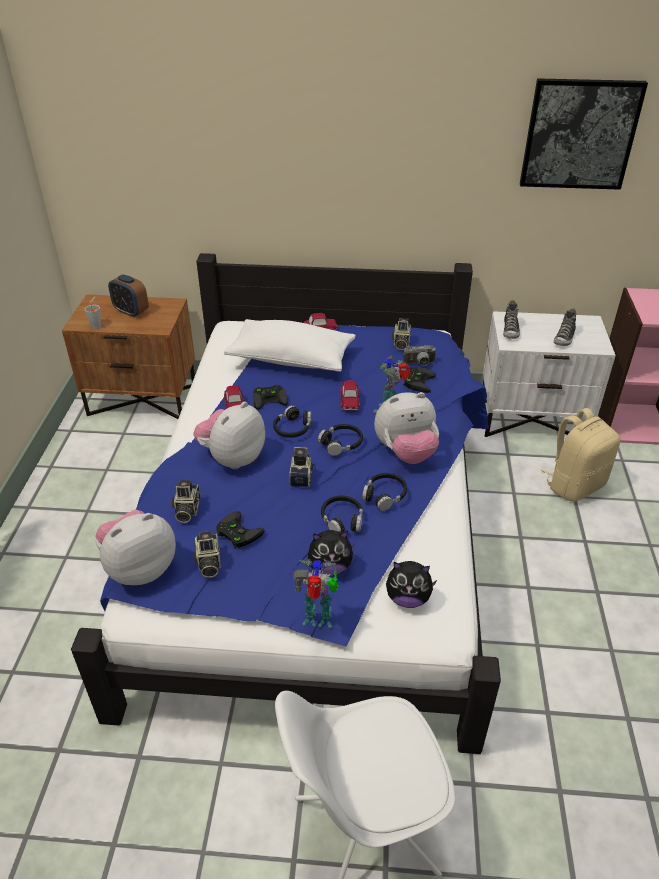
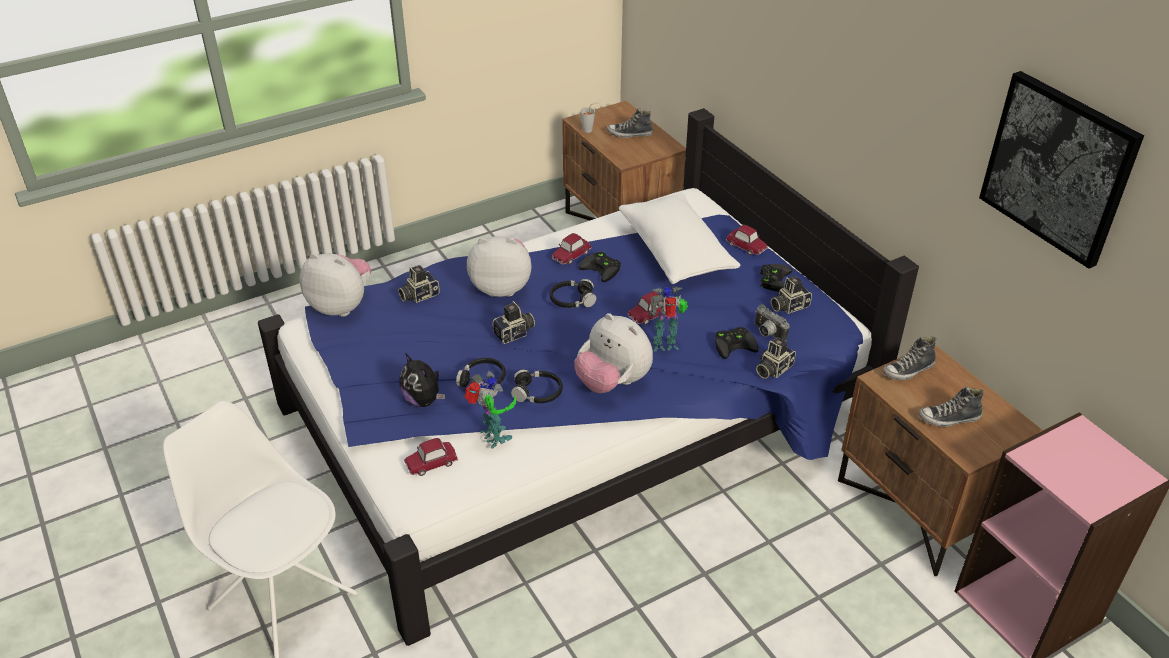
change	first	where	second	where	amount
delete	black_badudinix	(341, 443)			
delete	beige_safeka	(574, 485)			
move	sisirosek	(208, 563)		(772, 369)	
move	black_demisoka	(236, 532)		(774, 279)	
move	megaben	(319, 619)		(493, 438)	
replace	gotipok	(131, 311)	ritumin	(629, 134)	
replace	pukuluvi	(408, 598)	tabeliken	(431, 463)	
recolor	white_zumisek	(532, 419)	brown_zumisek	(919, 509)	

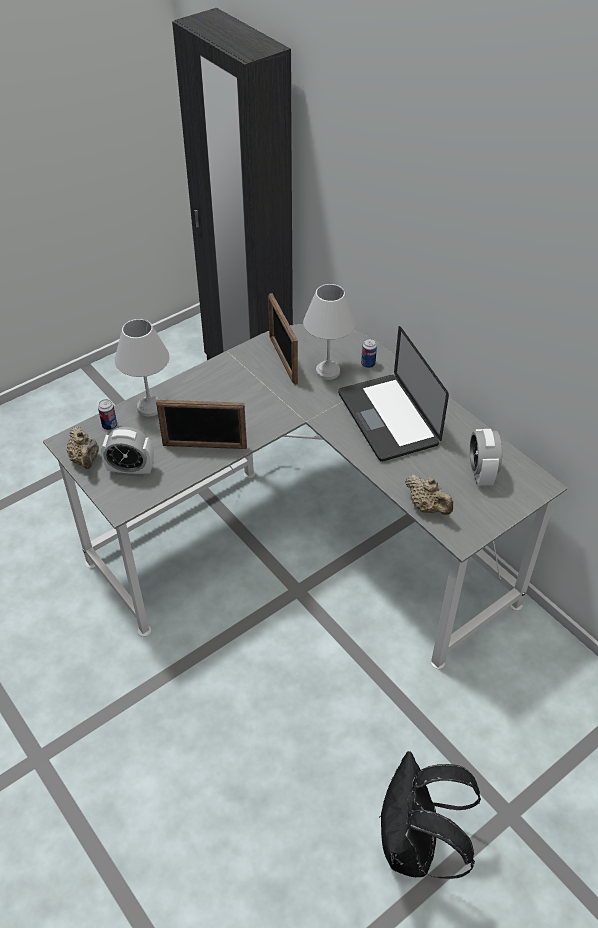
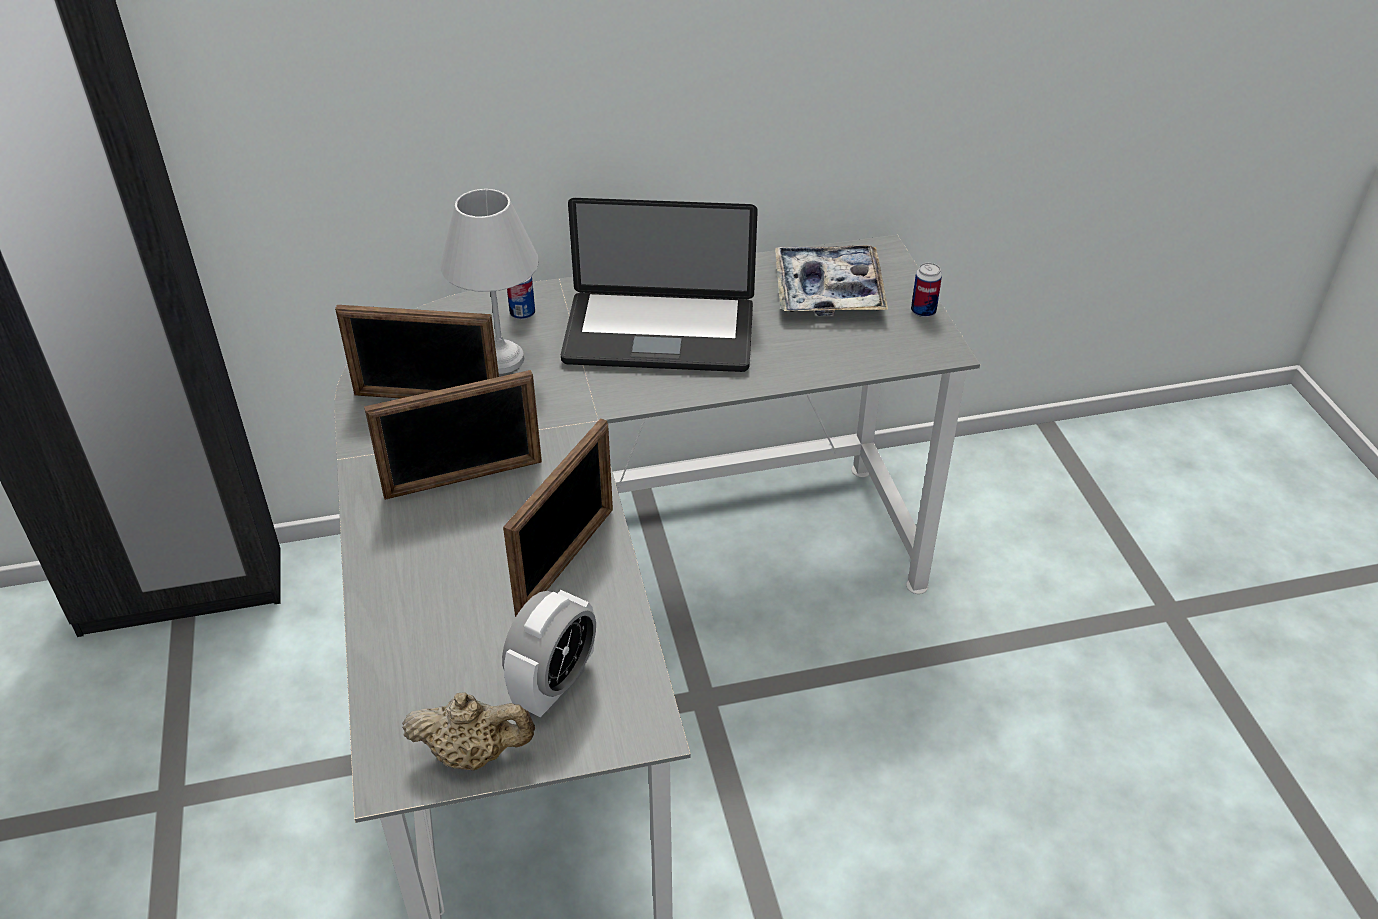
change	first	where	second	where	amount
delete	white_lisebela	(150, 408)			
delete	black_safeka	(415, 847)			
delete	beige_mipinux	(427, 507)			
insert			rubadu	(464, 479)	
move	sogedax	(109, 425)		(923, 311)	
replace	gotipok	(481, 473)	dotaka	(828, 290)	

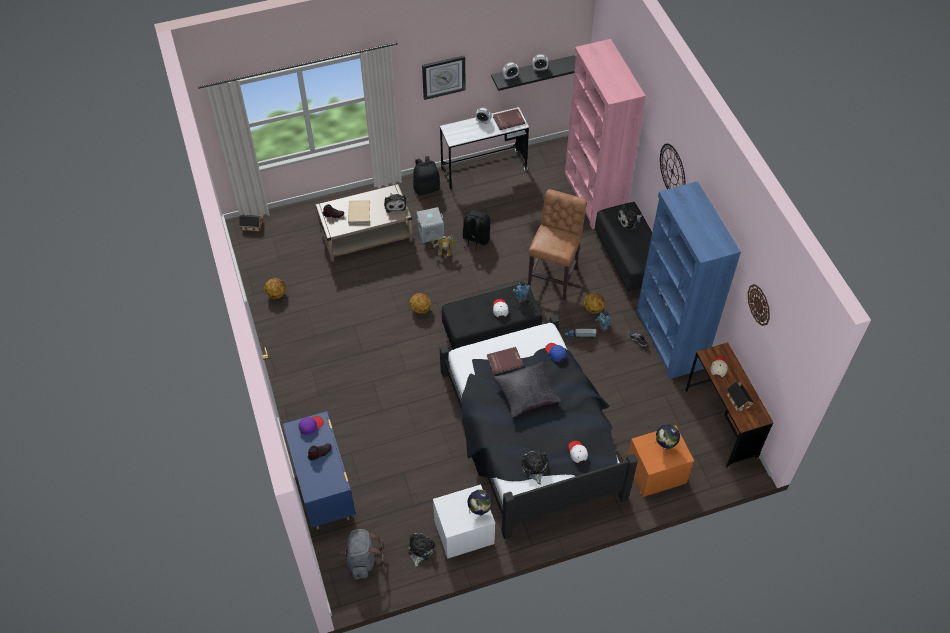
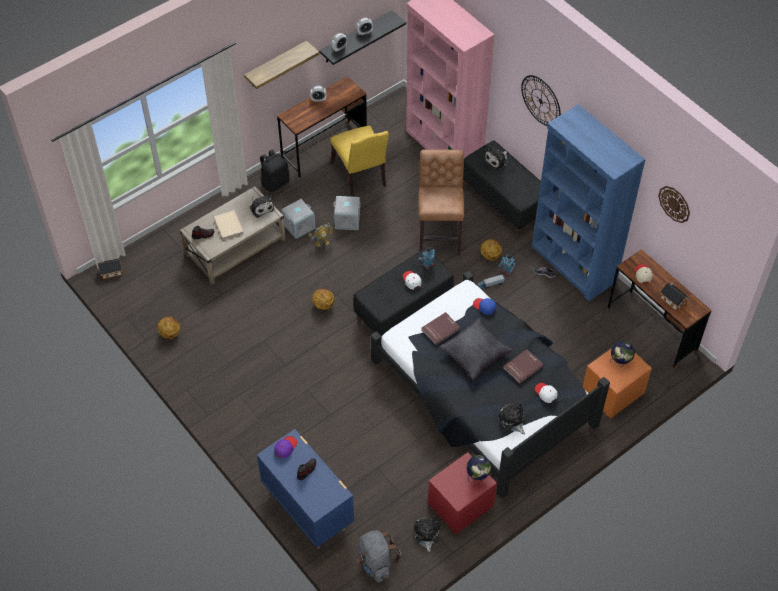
change	first	where	second	where	amount
insert			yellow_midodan	(361, 176)	
move	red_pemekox	(508, 120)		(522, 366)	
replace	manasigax	(443, 77)	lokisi	(276, 65)	
replace	black_safeka	(475, 239)	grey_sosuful	(347, 220)	
recolor	white_zumisek	(463, 533)	red_zumisek	(460, 505)	
recolor	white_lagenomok	(484, 169)	brown_lagenomok	(324, 148)	

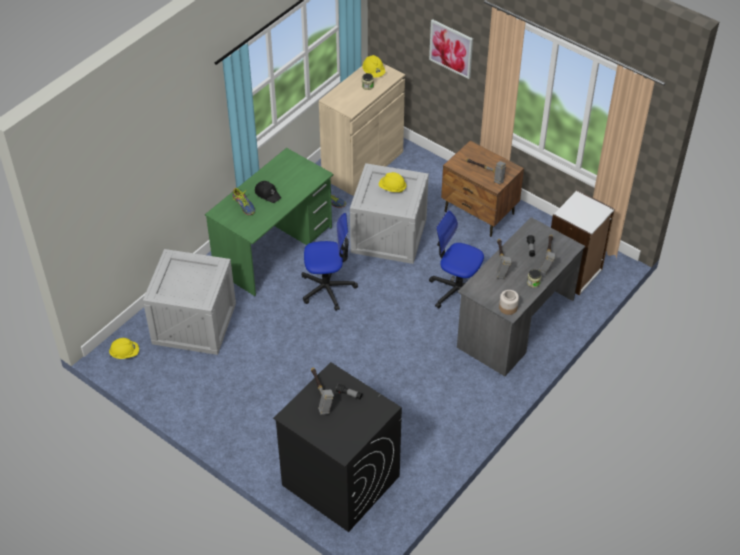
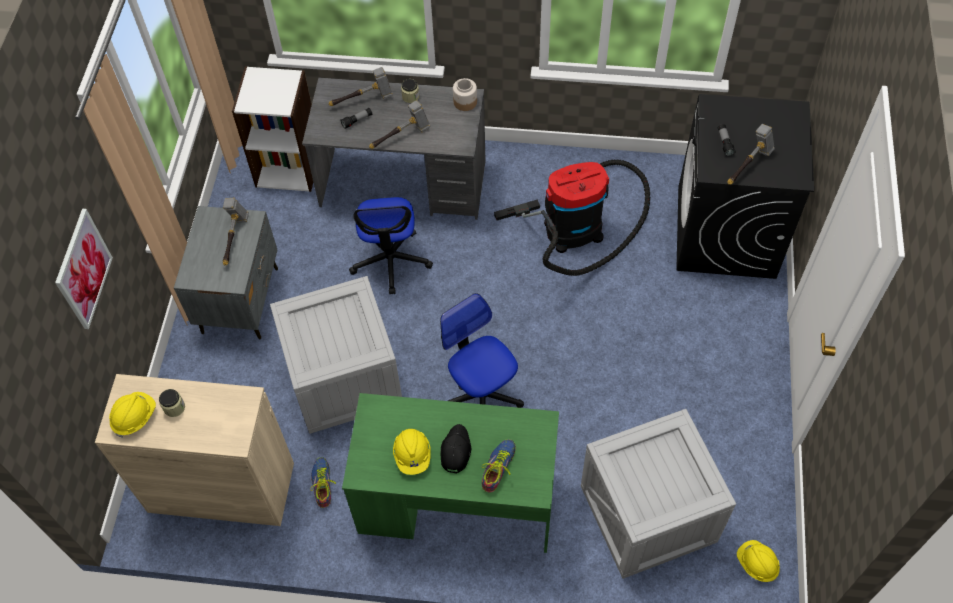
change	first	where	second	where	amount
insert			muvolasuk	(579, 227)	
move	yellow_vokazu	(392, 188)		(412, 455)	
recolor	brown_zumisek	(479, 213)	grey_zumisek	(241, 300)	

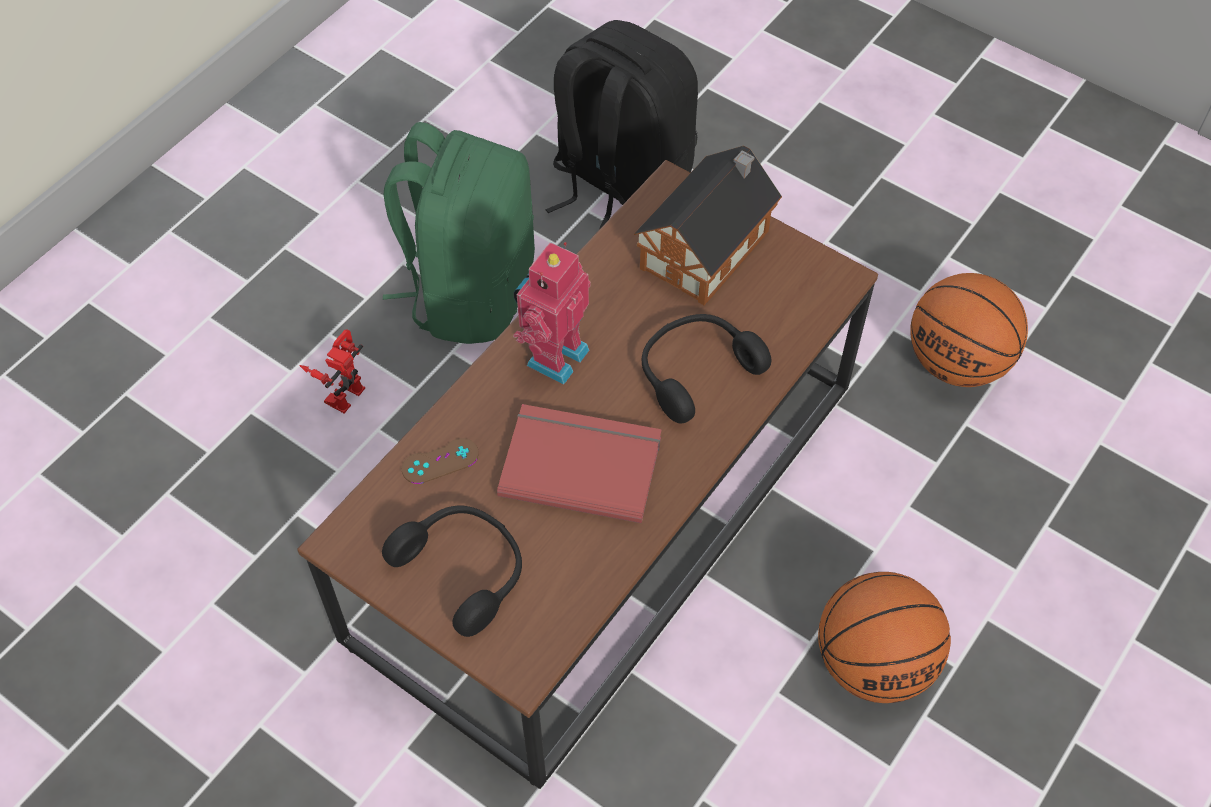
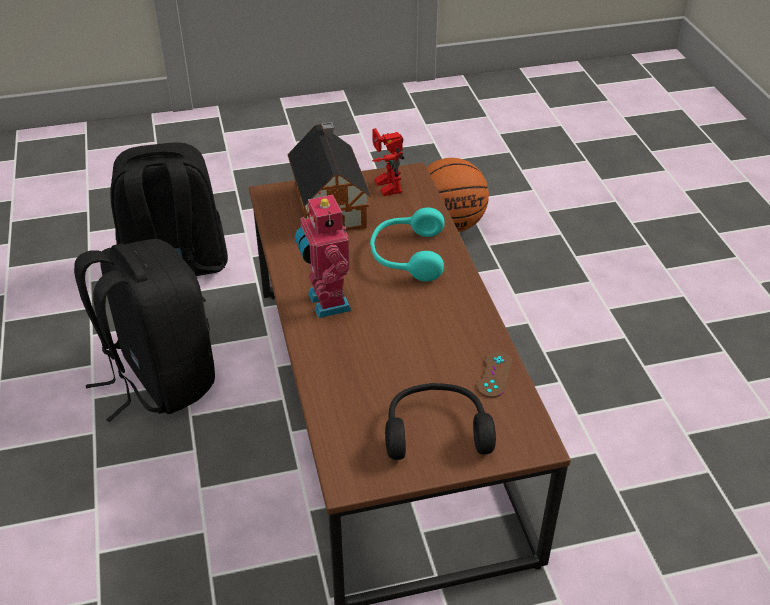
change	first	where	second	where	amount
delete	red_pemekox	(580, 462)			
delete	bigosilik	(873, 662)			
move	megaben	(342, 391)		(383, 186)	
move	brown_demisoka	(440, 461)		(494, 374)	
recolor	green_safeka	(470, 292)	black_safeka	(159, 379)	
recolor	black_badudinix	(695, 371)	turquoise_badudinix	(406, 255)	

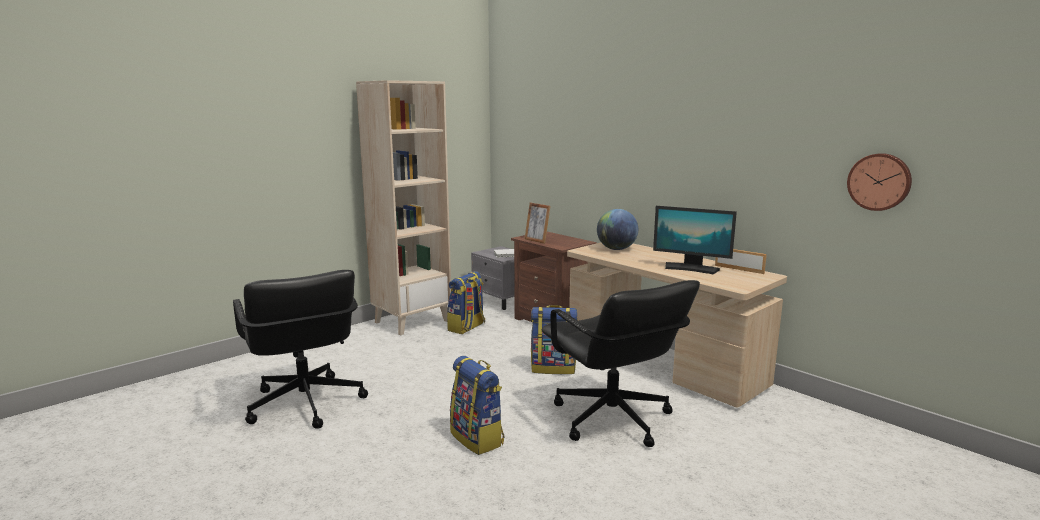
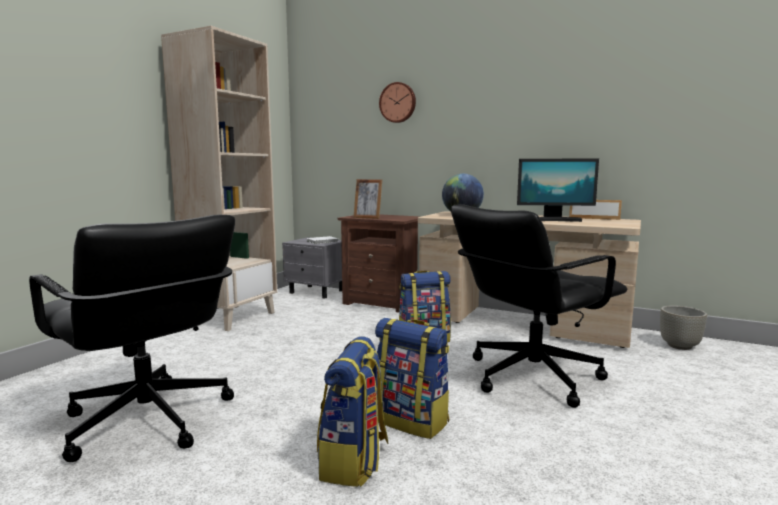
change	first	where	second	where	amount
insert			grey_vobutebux	(680, 346)	
move	safeka	(467, 327)		(354, 461)	
move	manasigax	(879, 181)		(398, 102)	
rotate	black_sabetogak	(611, 419)		(531, 376)	105 degrees clockwise

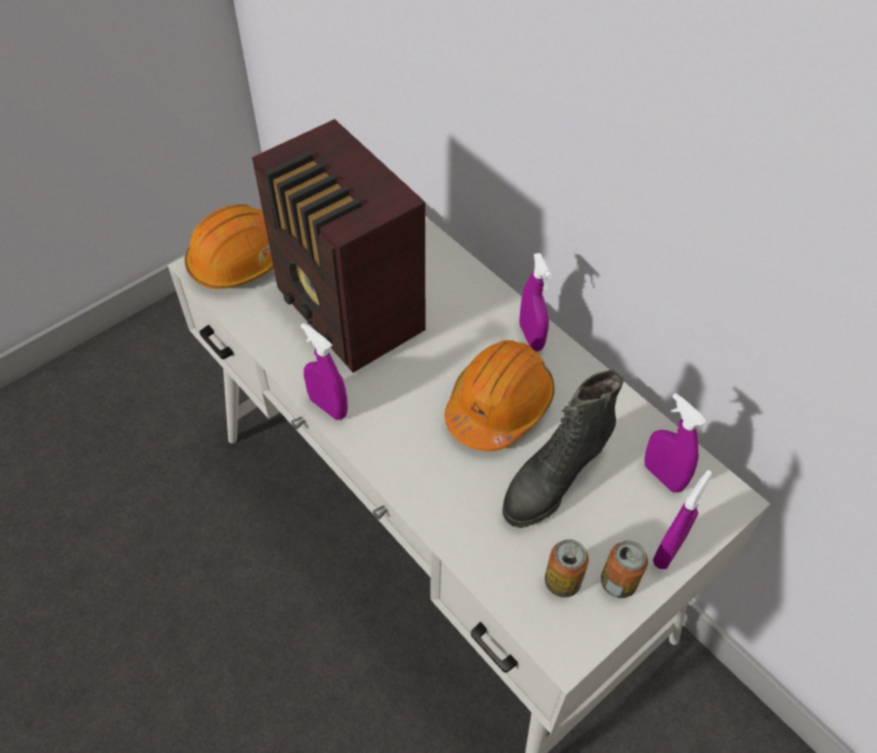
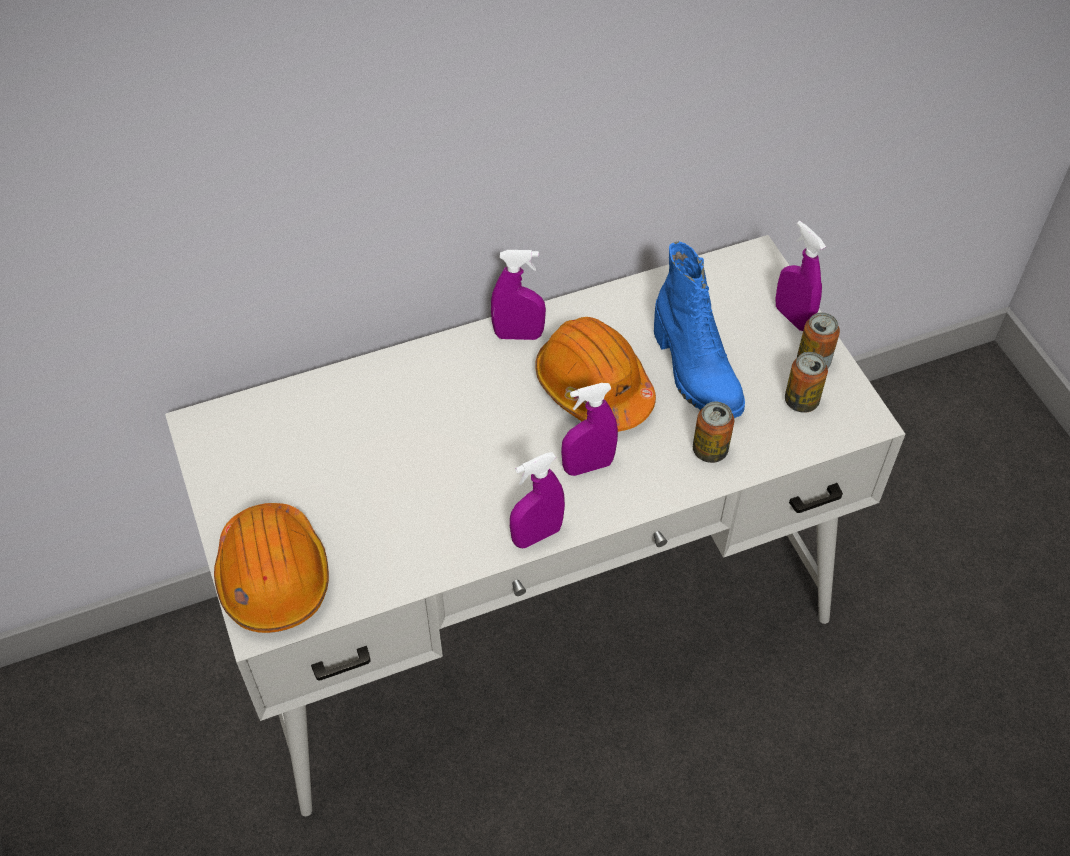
change	first	where	second	where	amount
delete	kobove	(349, 314)			
insert			sogedax	(710, 450)	
move	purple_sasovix	(662, 476)		(588, 466)	
recolor	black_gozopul	(553, 479)	blue_gozopul	(694, 373)	

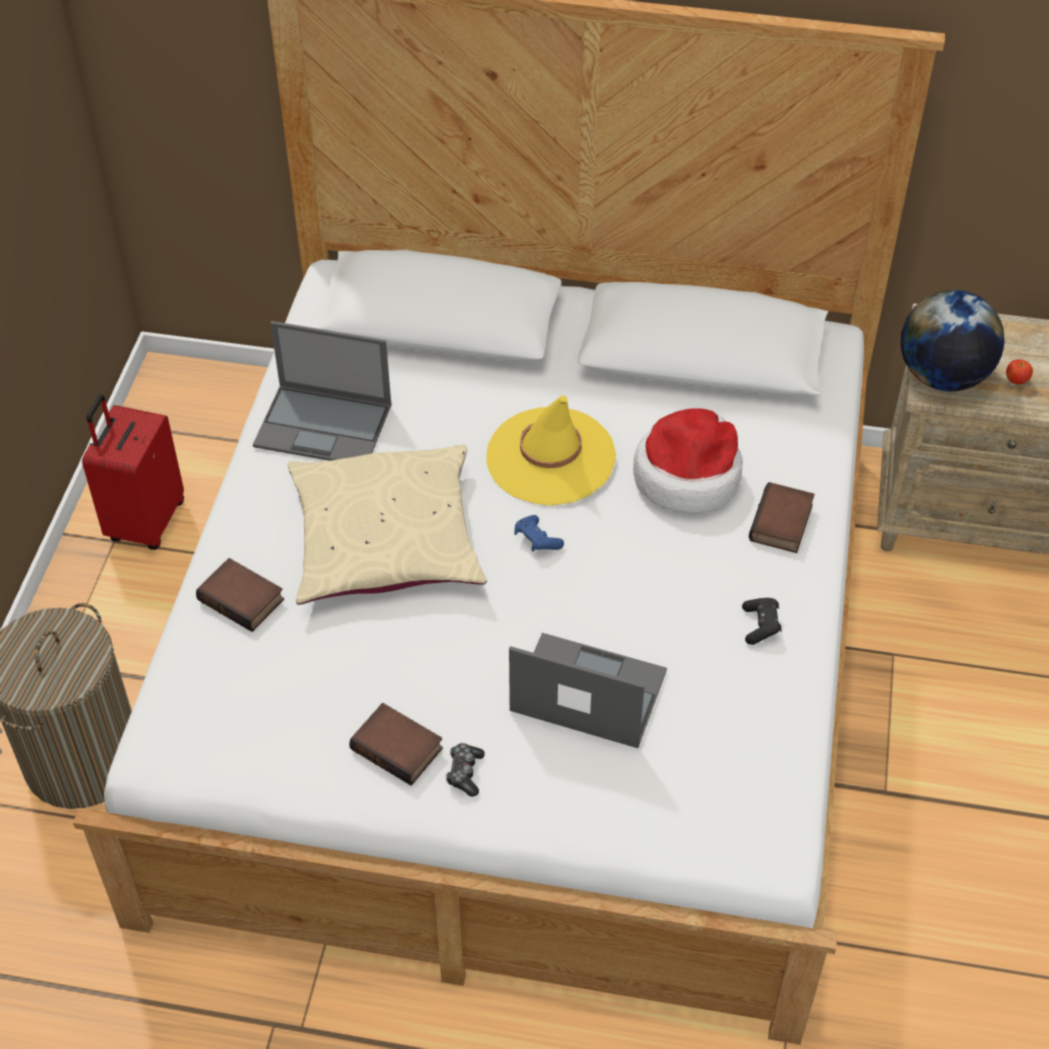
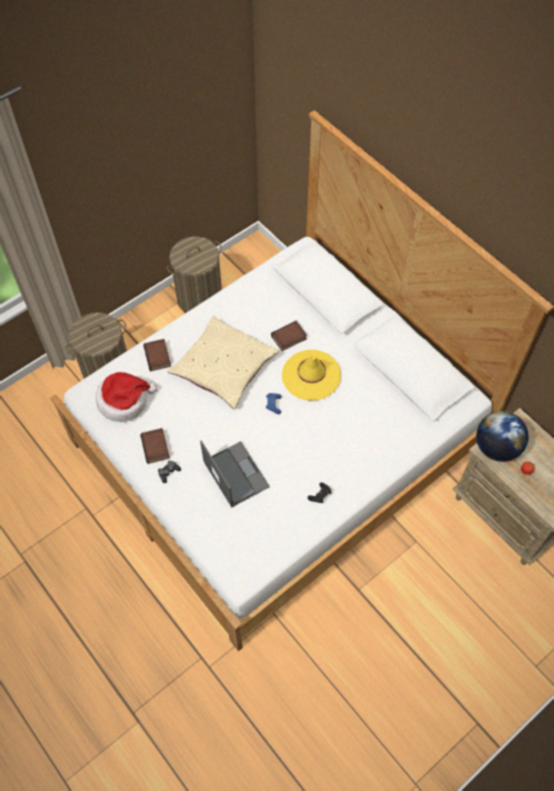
change	first	where	second	where	amount
delete	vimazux	(325, 425)			
move	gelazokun	(688, 475)		(124, 400)	
move	pemekox	(783, 524)		(289, 338)	
replace	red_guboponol	(145, 522)	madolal	(199, 298)	

